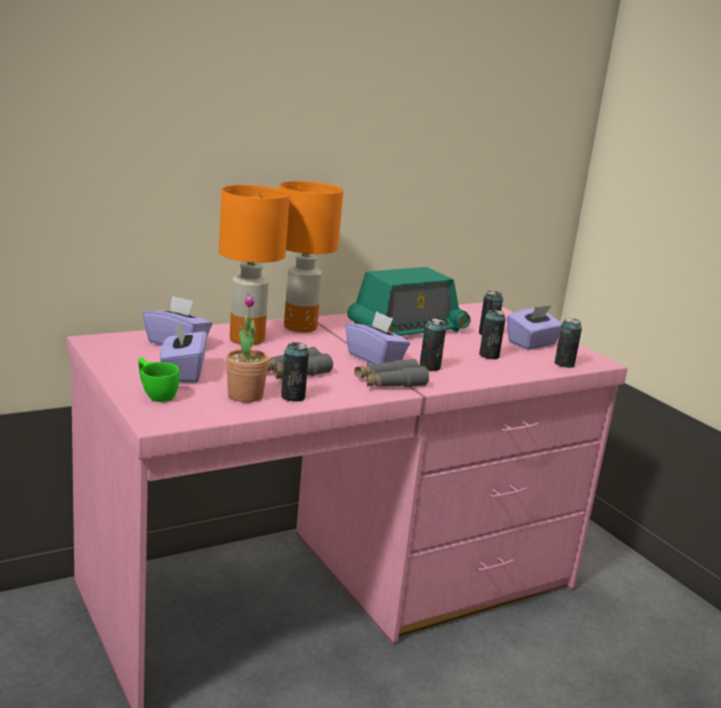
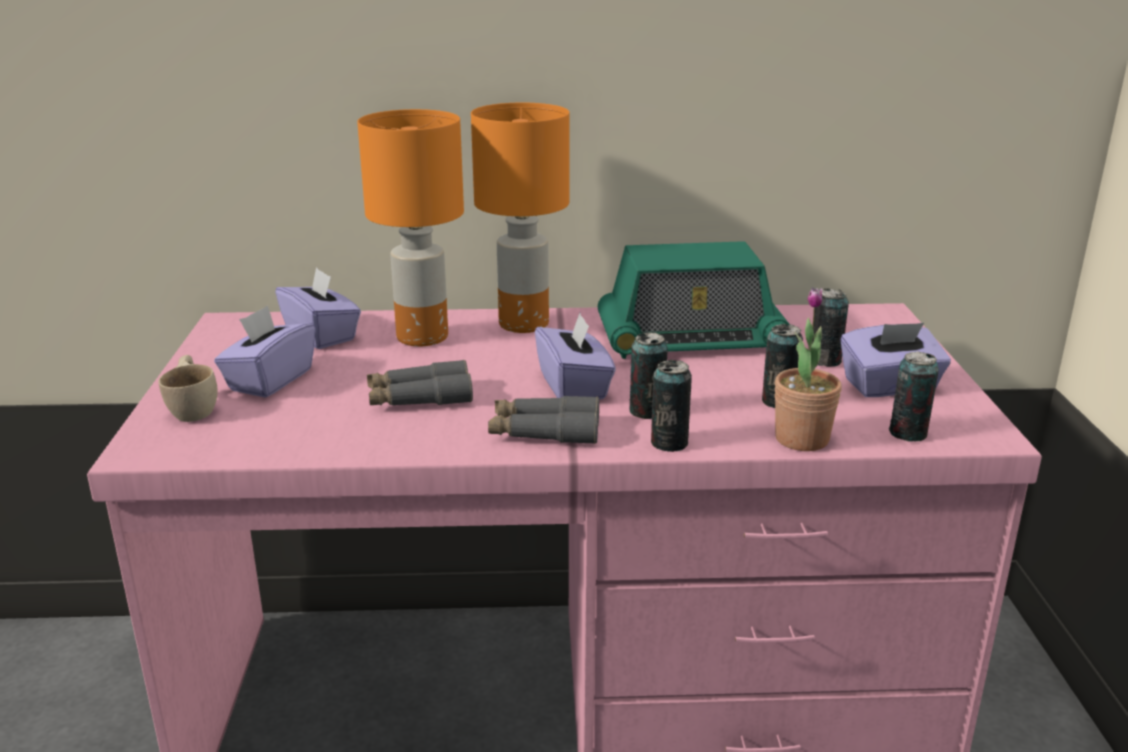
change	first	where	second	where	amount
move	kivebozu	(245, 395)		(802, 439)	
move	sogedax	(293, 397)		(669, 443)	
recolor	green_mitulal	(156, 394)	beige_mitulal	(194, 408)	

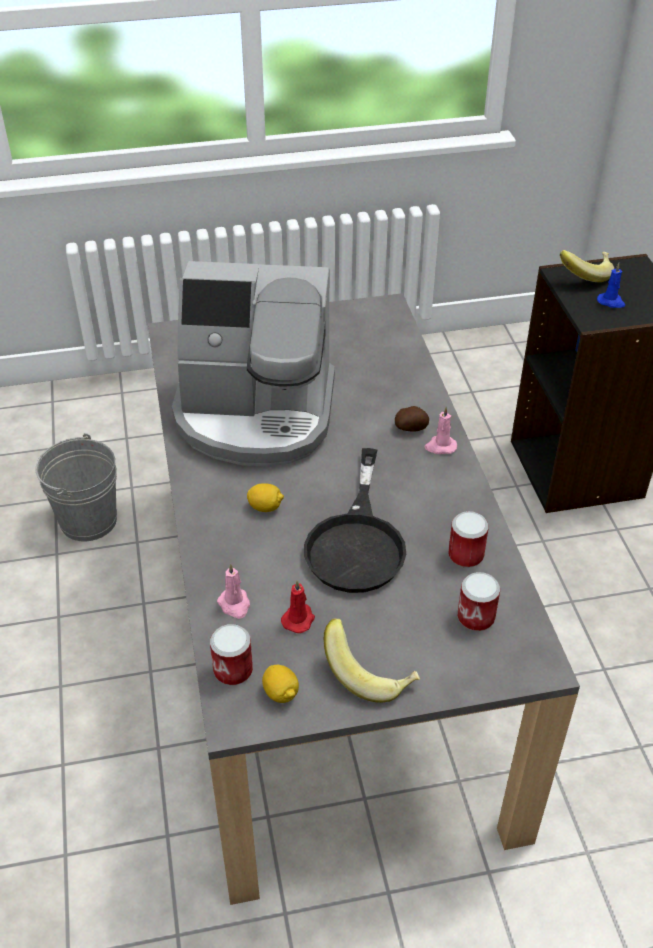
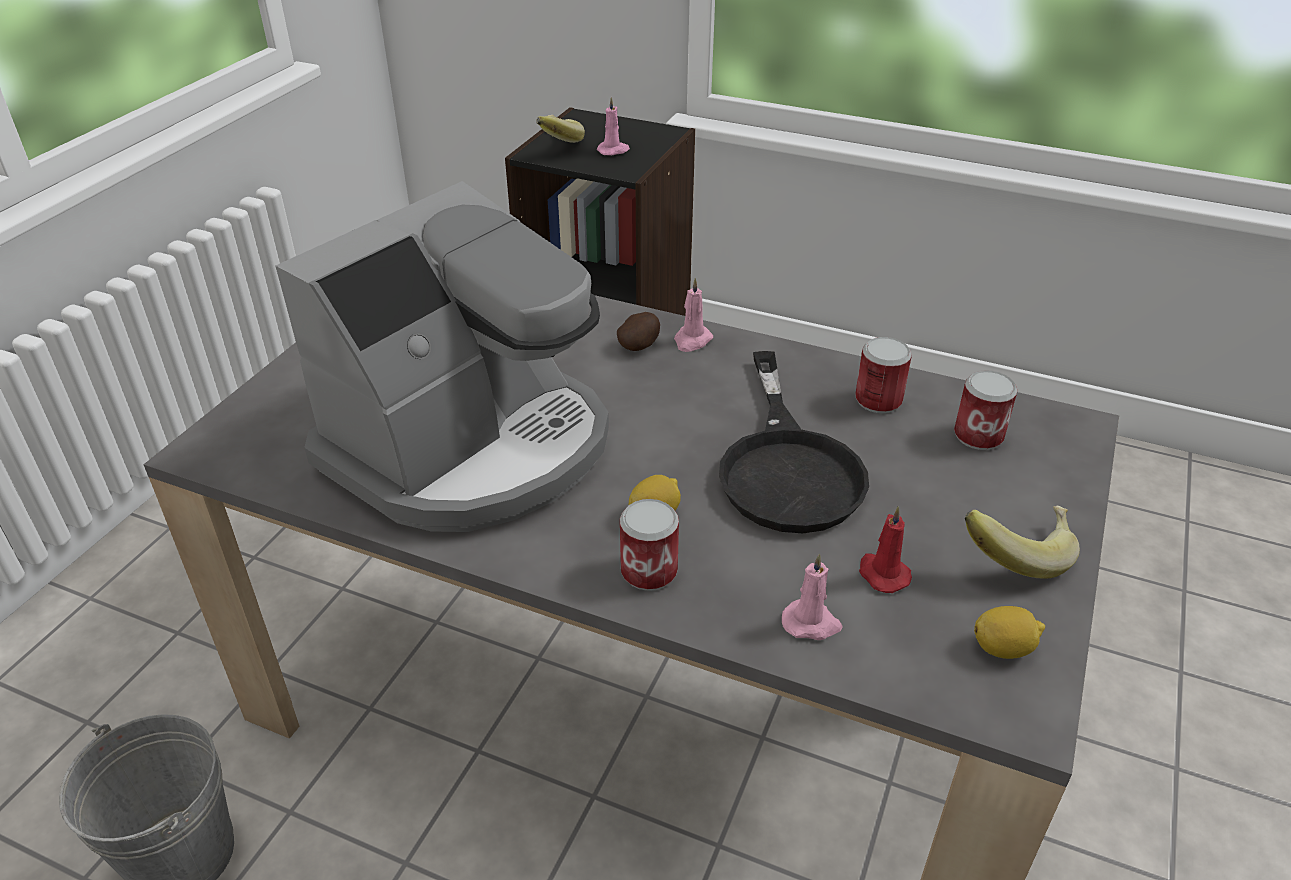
change	first	where	second	where	amount
move	sogedax	(233, 670)		(649, 571)	
recolor	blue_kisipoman	(611, 302)	pink_kisipoman	(613, 150)	
rotate	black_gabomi	(357, 541)		(788, 466)	45 degrees clockwise

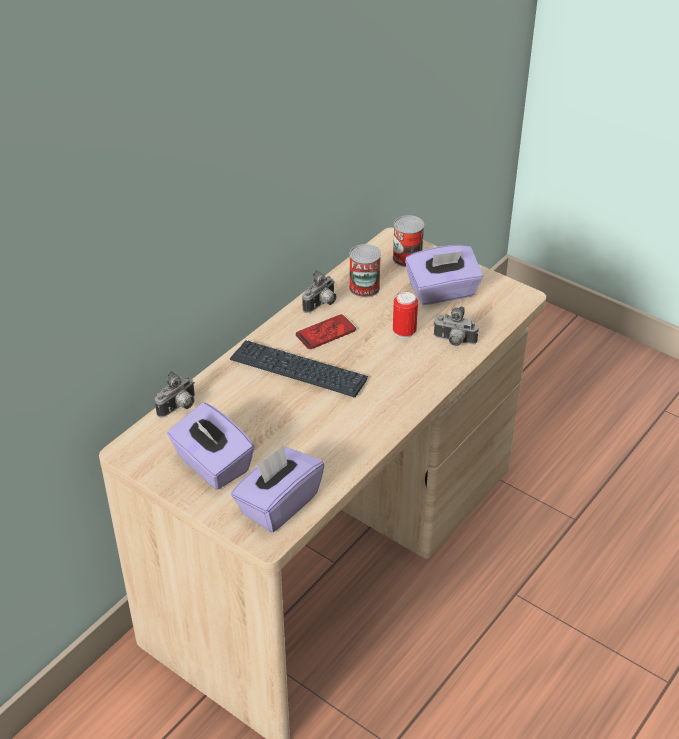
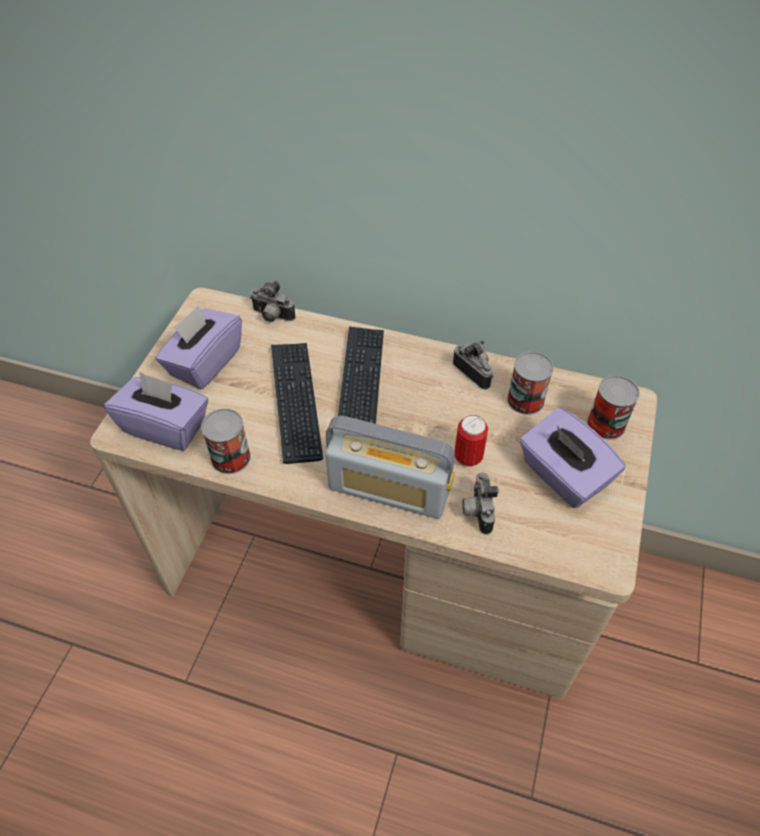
change	first	where	second	where	amount
delete	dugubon	(325, 333)			
insert			sogedax	(231, 457)	
insert			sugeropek	(296, 401)	
insert			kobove	(389, 490)	
rotate	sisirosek	(321, 305)		(475, 372)	150 degrees counterclockwise

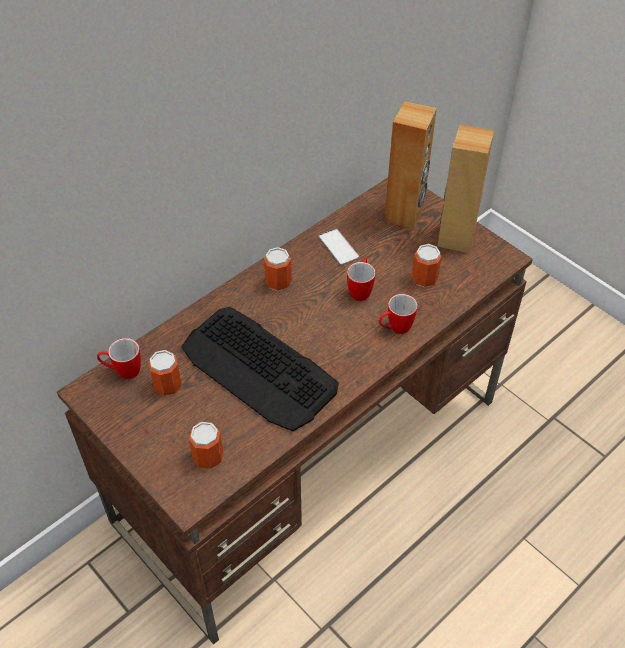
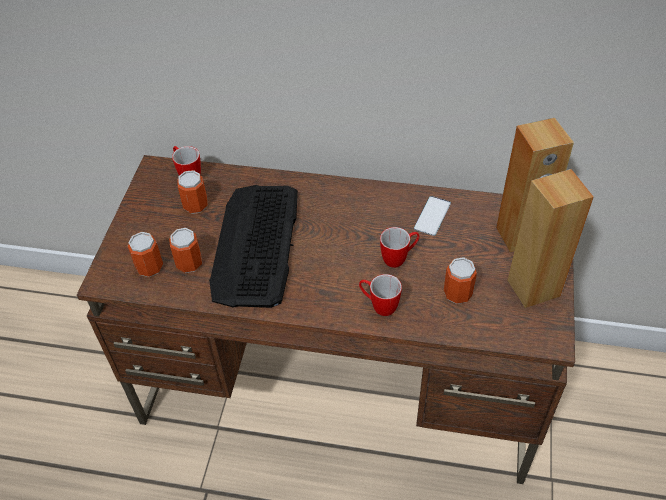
change	first	where	second	where	amount
move	sogedax	(278, 282)		(189, 263)	

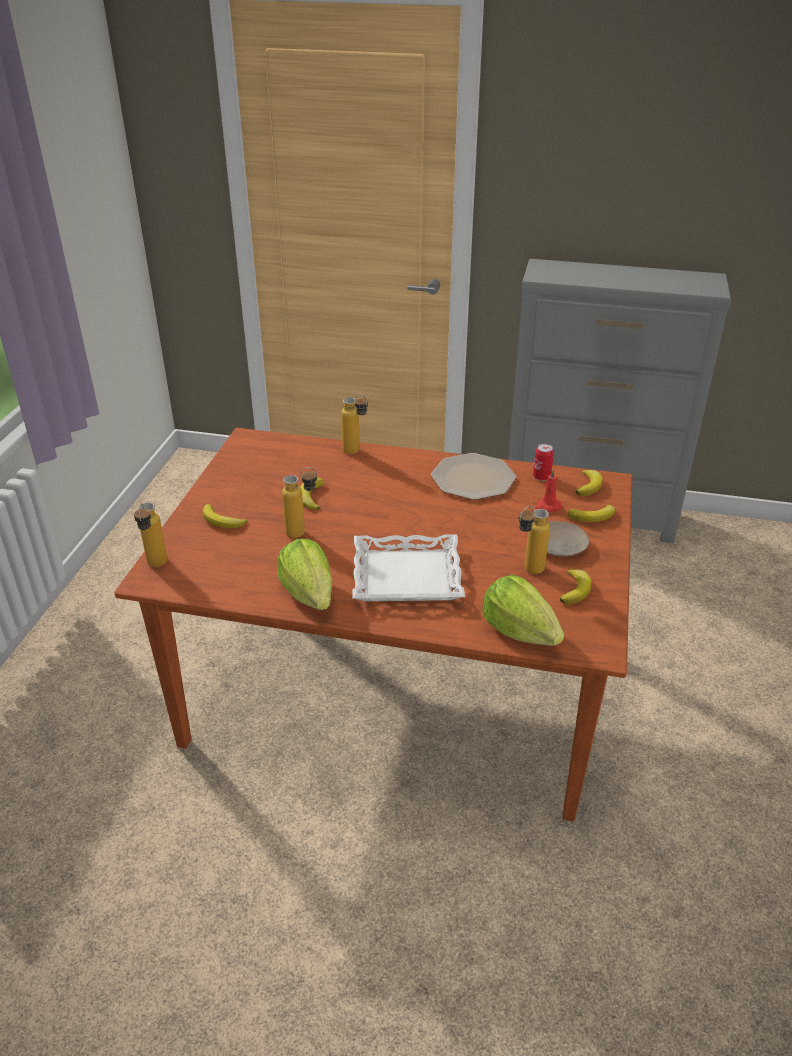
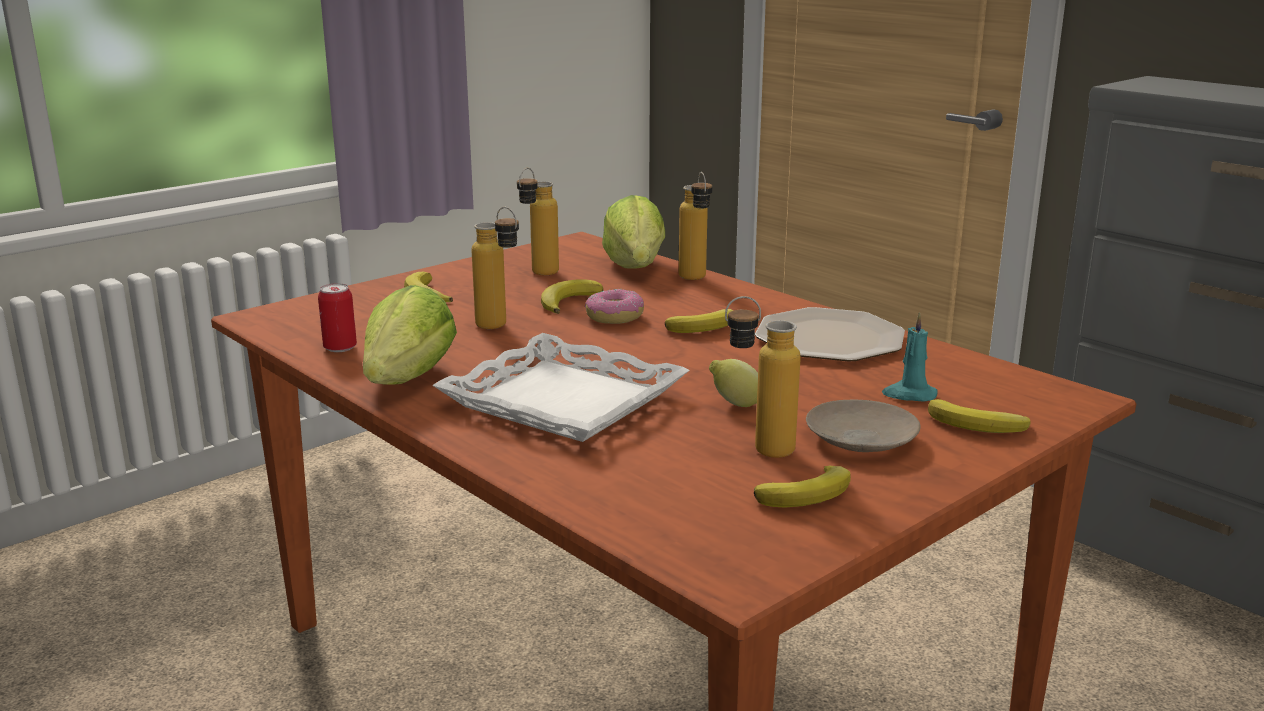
change	first	where	second	where	amount
insert			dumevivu	(614, 317)	
insert			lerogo	(735, 404)	
move	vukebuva	(156, 567)		(538, 275)	
move	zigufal	(519, 631)		(635, 267)	
move	sogedax	(541, 477)		(340, 348)	
move	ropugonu	(589, 485)		(705, 327)	
recolor	red_kisipoman	(547, 507)	turquoise_kisipoman	(909, 395)	

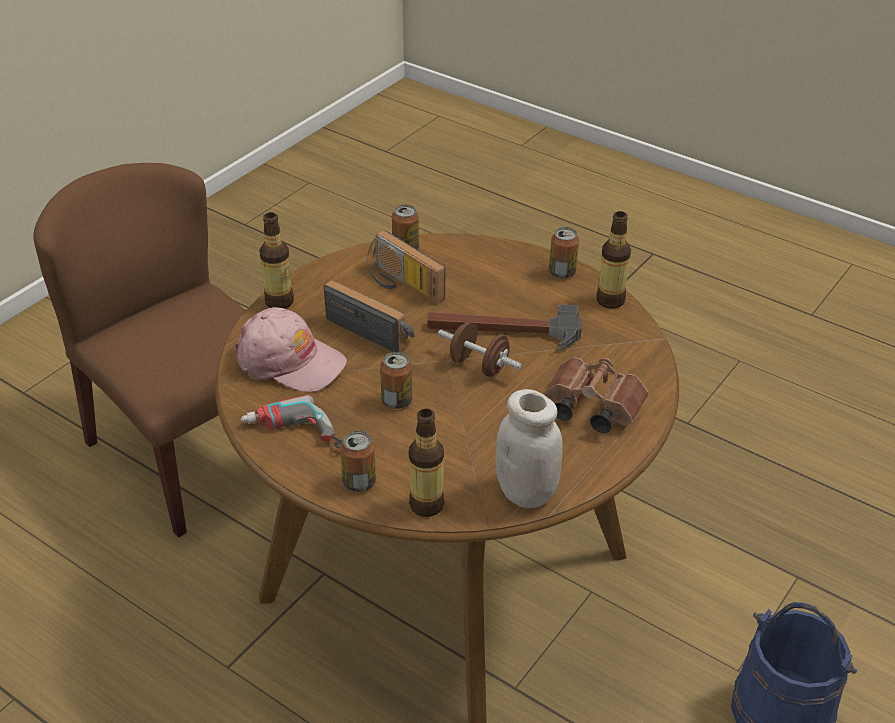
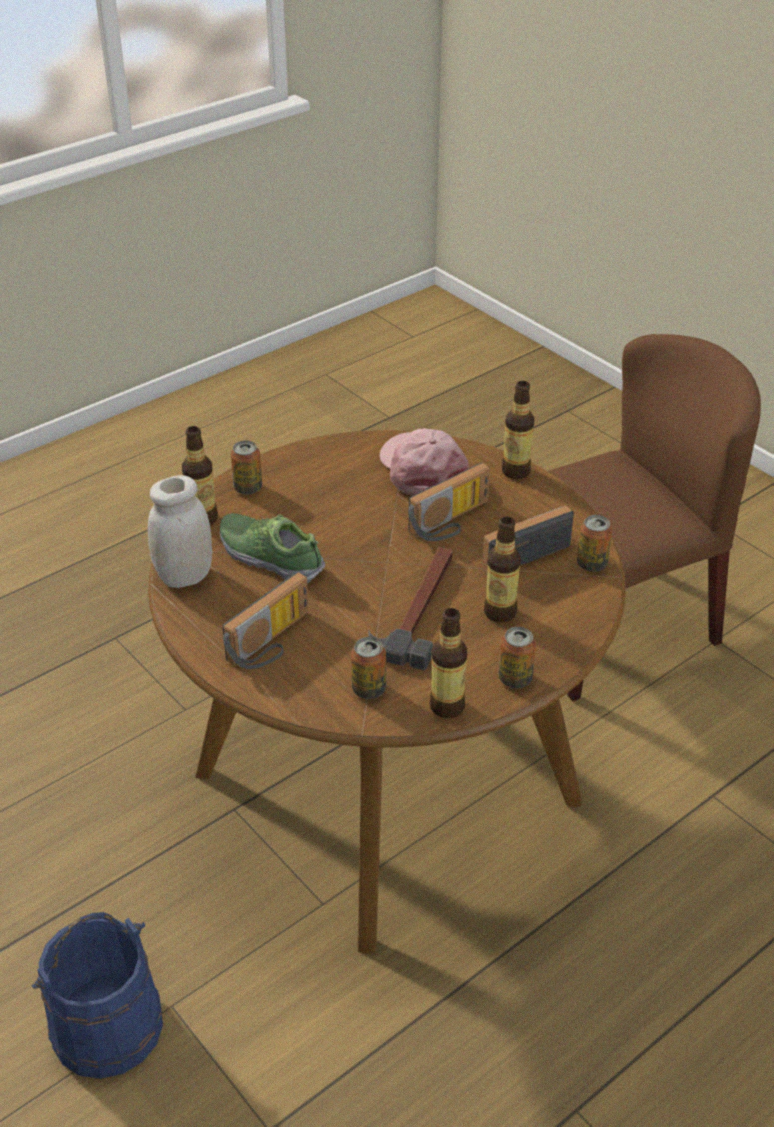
change	first	where	second	where	amount
delete	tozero	(296, 439)			
delete	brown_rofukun	(479, 365)			
insert			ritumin	(271, 557)	
insert			vukebuva	(500, 612)	
move	sogedax	(397, 401)		(369, 689)	
replace	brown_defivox	(589, 408)	kobove	(273, 642)	
rotate	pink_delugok	(289, 361)		(421, 469)	120 degrees clockwise

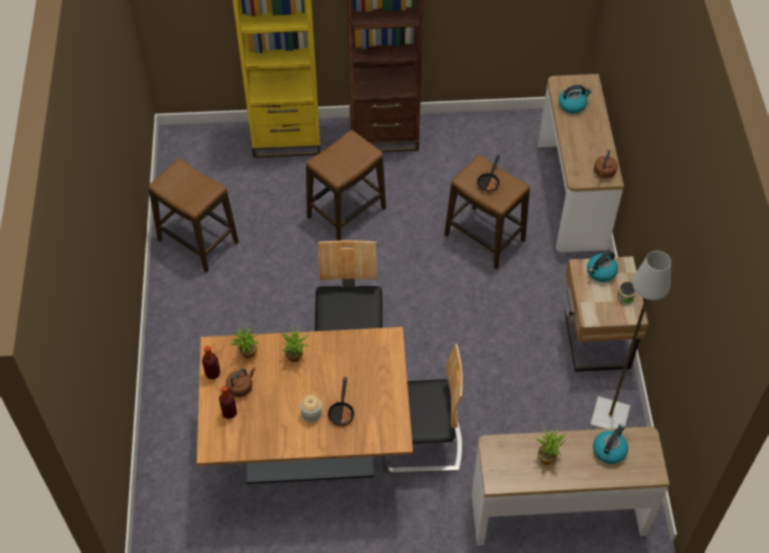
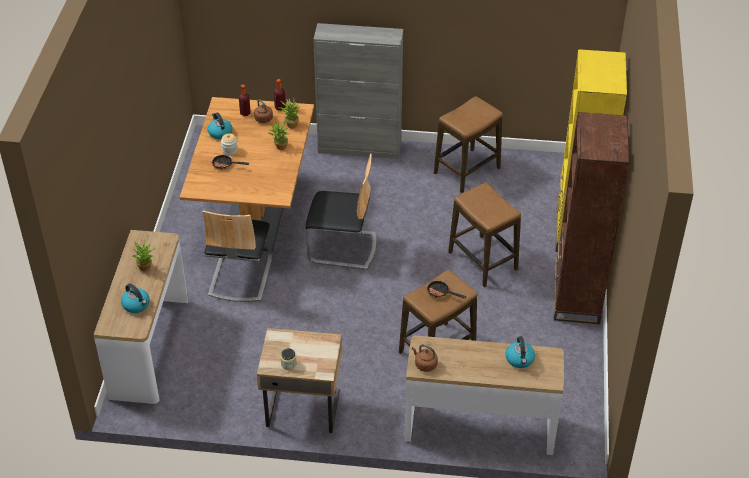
change	first	where	second	where	amount
delete	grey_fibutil	(610, 417)			
insert			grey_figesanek	(360, 147)	
move	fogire	(601, 272)		(220, 133)	

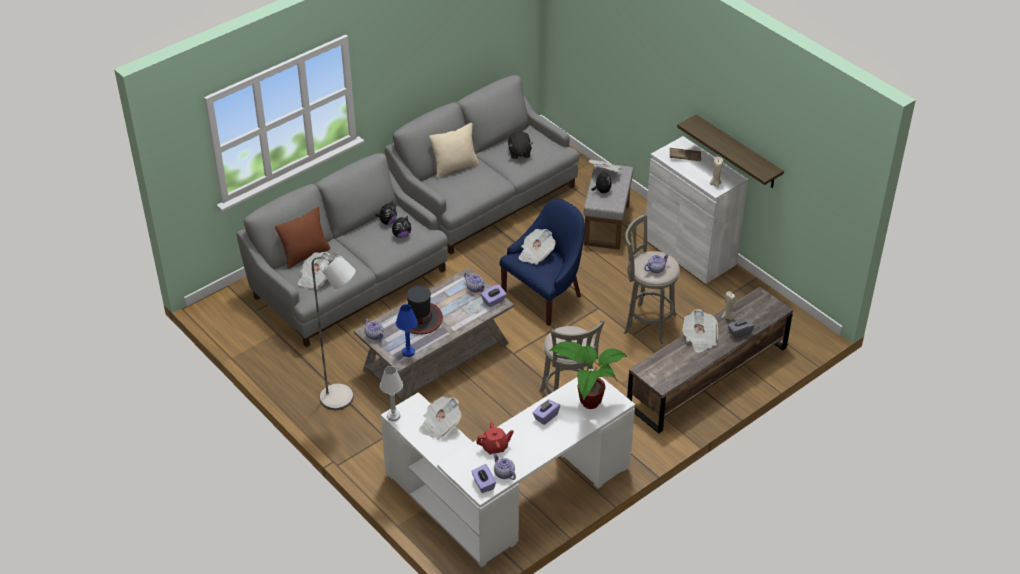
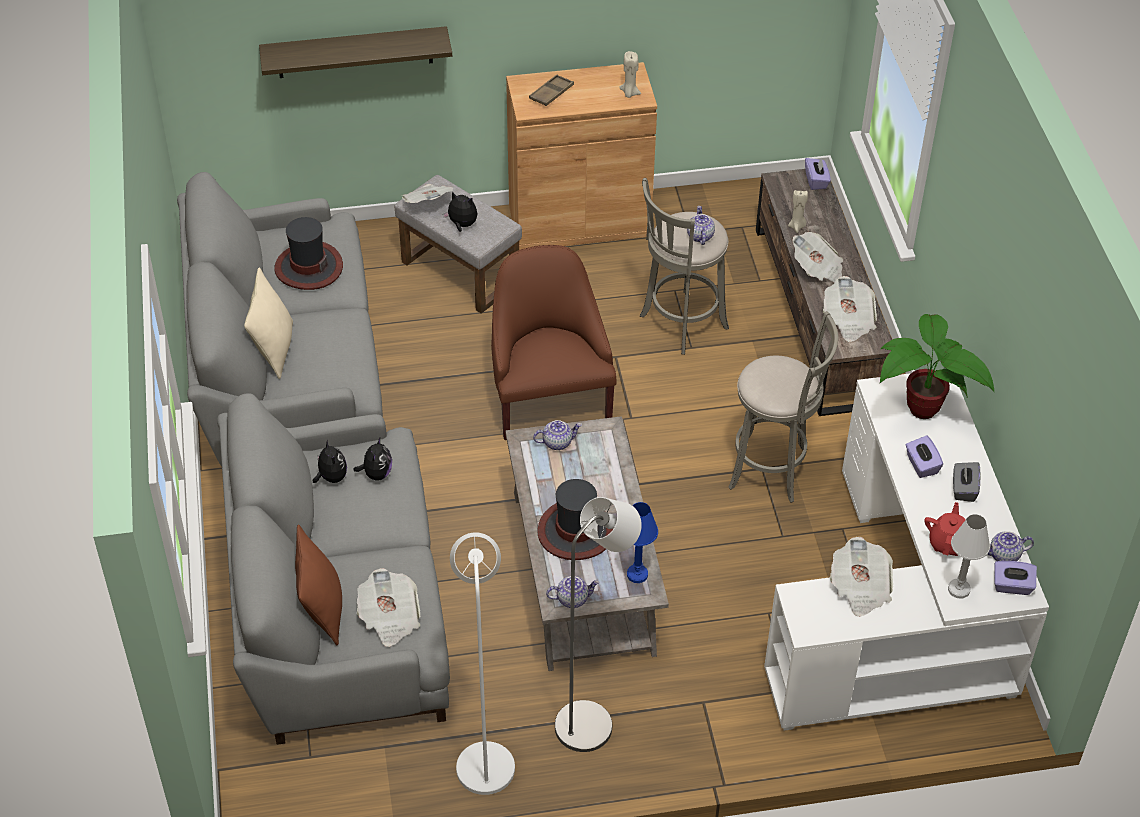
change	first	where	second	where	amount
insert			white_fibutil	(485, 758)	
move	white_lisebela	(393, 416)		(958, 589)	
move	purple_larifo	(494, 301)		(816, 181)	
move	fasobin	(536, 254)		(848, 320)	
move	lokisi	(737, 152)		(355, 52)	
move	grey_larifo	(739, 332)		(963, 489)	
replace	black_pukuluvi	(519, 153)	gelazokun	(308, 267)	
recolor	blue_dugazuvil	(545, 295)	brown_dugazuvil	(548, 398)	
recolor	white_figesanek	(690, 251)	brown_figesanek	(579, 221)	

